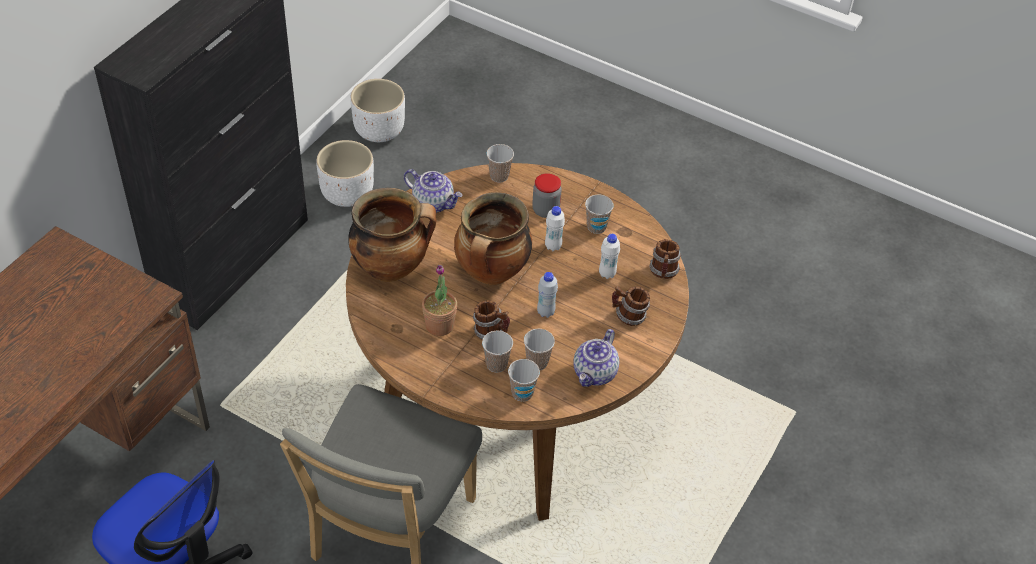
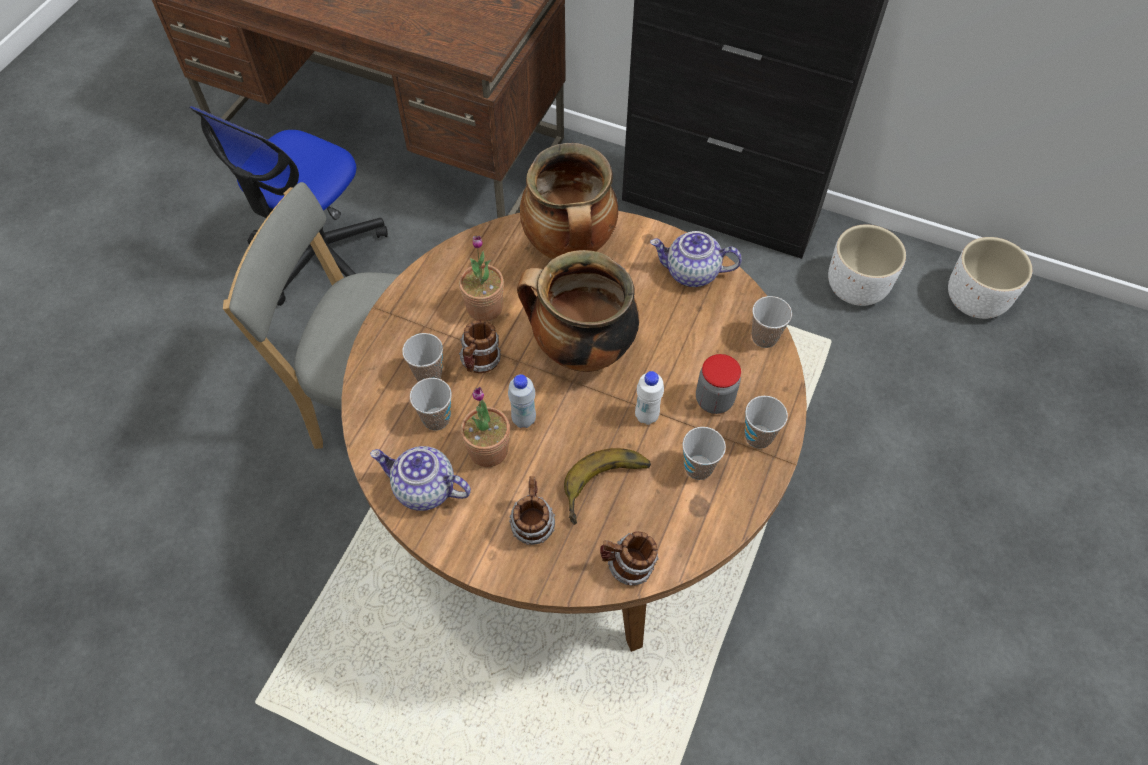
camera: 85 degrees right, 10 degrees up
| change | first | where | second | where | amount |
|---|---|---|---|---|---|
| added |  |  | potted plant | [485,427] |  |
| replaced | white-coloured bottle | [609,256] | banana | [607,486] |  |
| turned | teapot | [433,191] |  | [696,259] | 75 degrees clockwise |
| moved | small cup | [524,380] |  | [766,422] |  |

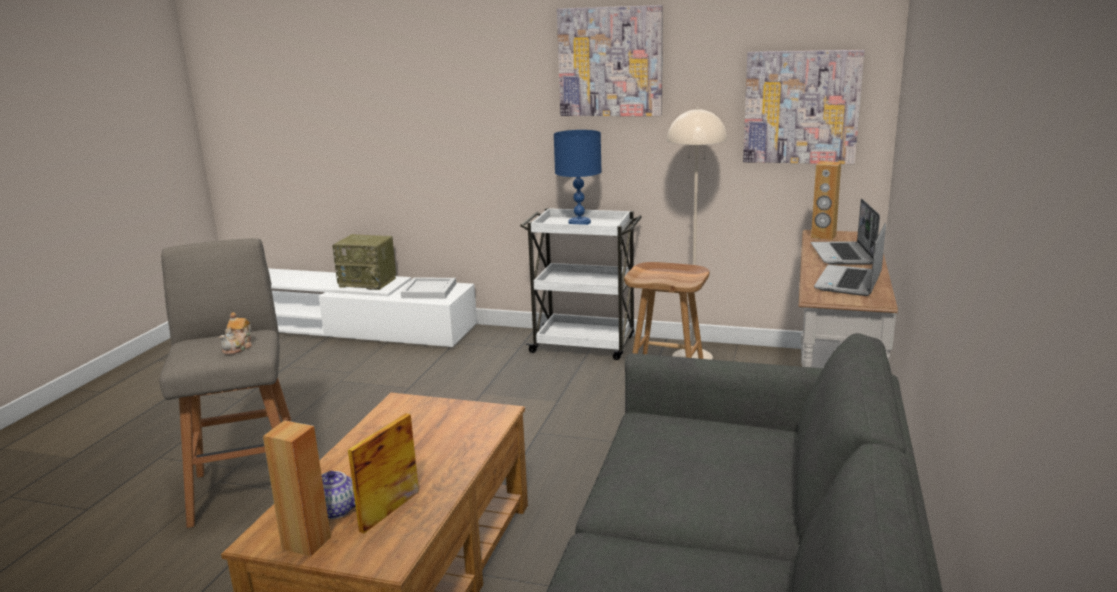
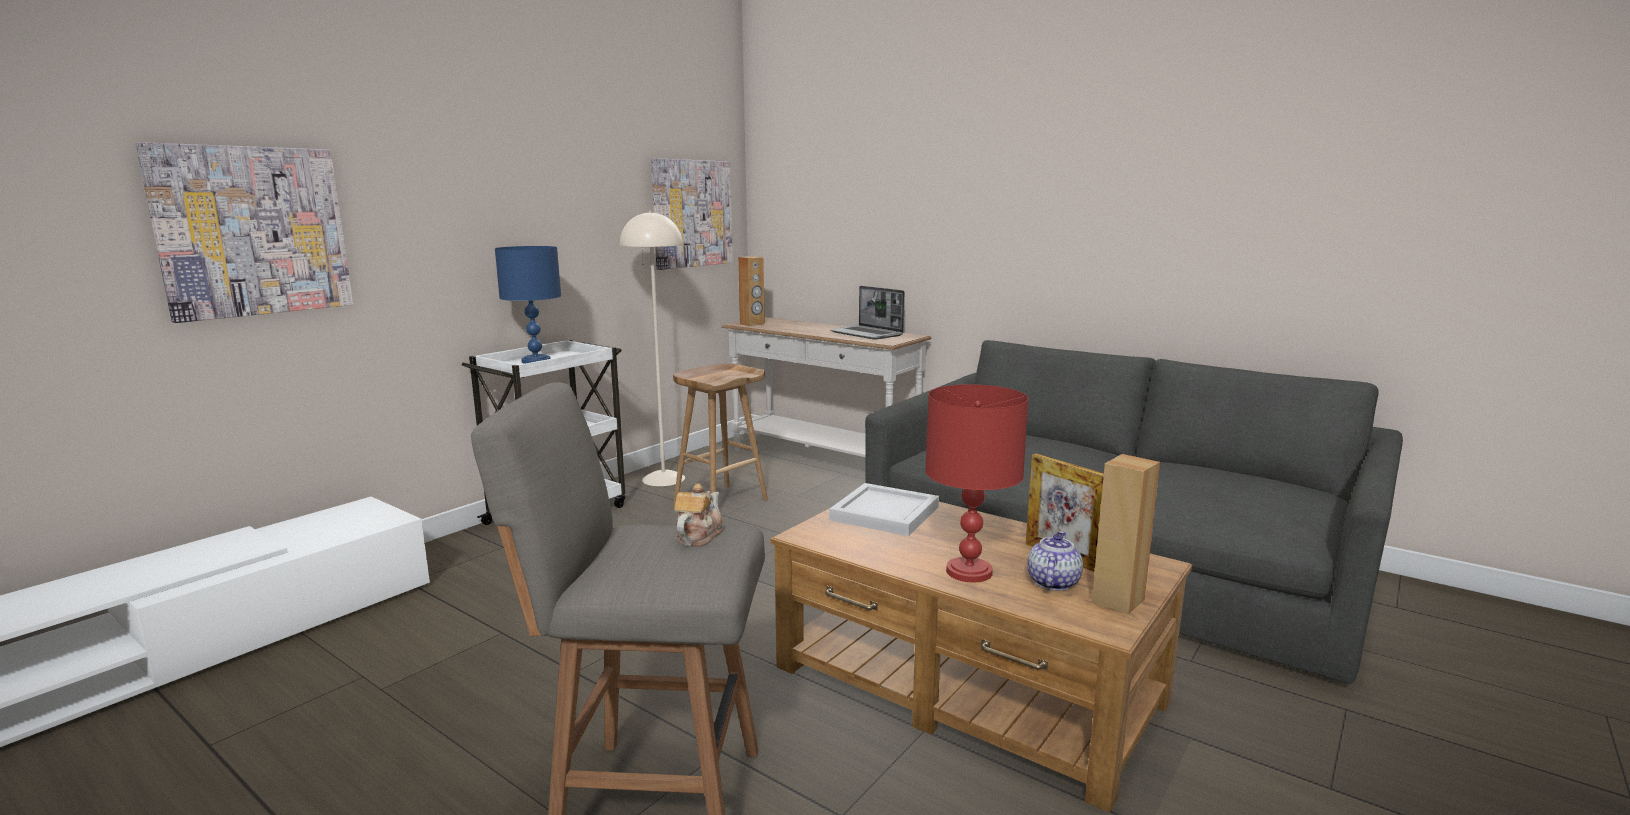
camera: 70 degrees left, 5 degrees down
| change | first | where | second | where | amount |
|---|---|---|---|---|---|
| moved | wall picture | [610,60] |  | [244,232] |  |
| turned | teapot | [235,333] |  | [698,515] | 105 degrees counterclockwise |
| moved | white-coloured serving tray | [428,288] |  | [884,509] |  |
| added |  |  | red lamp for a table | [977,483] |  |
| removed | radio set | [364,262] |  |  |  |
| removed | laptop | [845,232] |  |  |  |

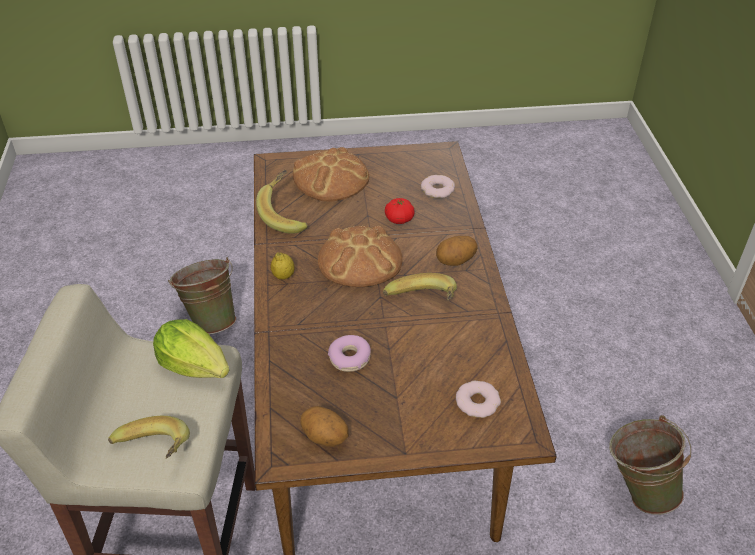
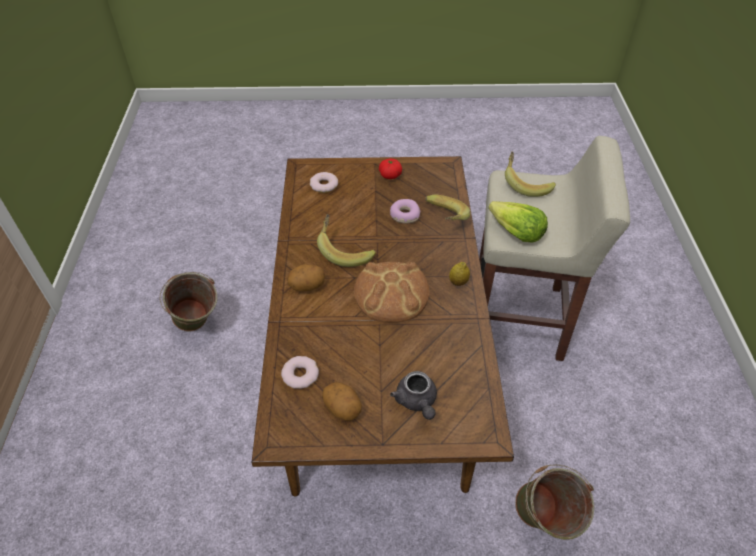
camera: 175 degrees left, 5 degrees up
| change | first | where | second | where | amount |
|---|---|---|---|---|---|
| moved | whole potato | [324,426] |  | [342,401] |  |
| moved | fresh tomato | [400,211] |  | [390,169] |  |
| replaced | bread | [331,174] | gray teapot | [413,395] |  |
| moved | banana | [282,202] |  | [447,207] |  |

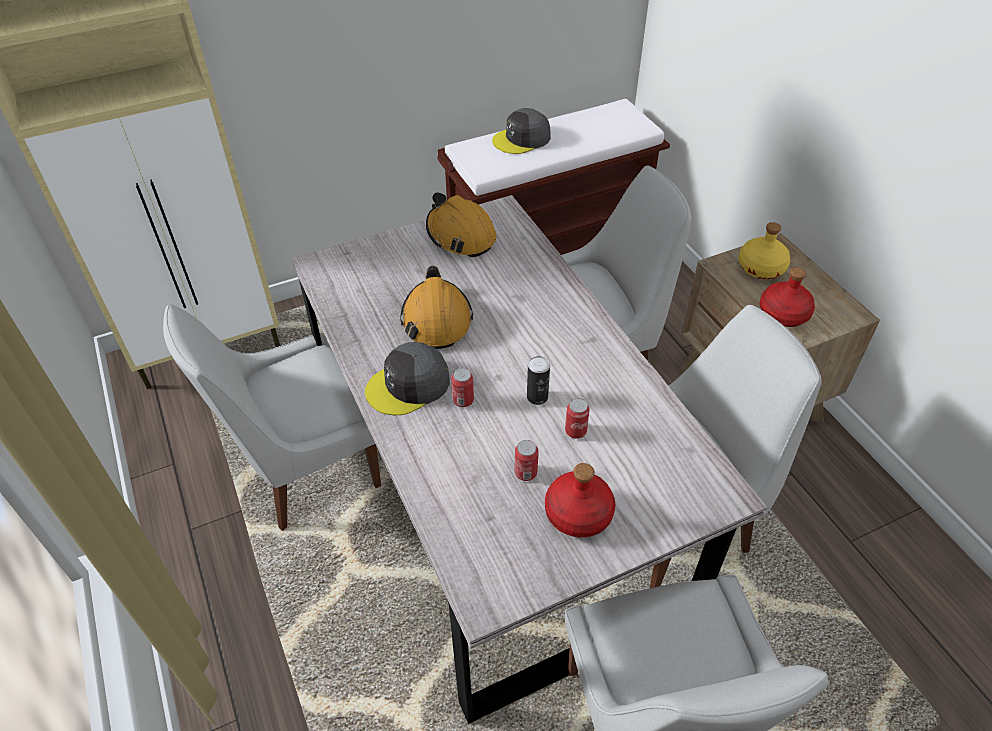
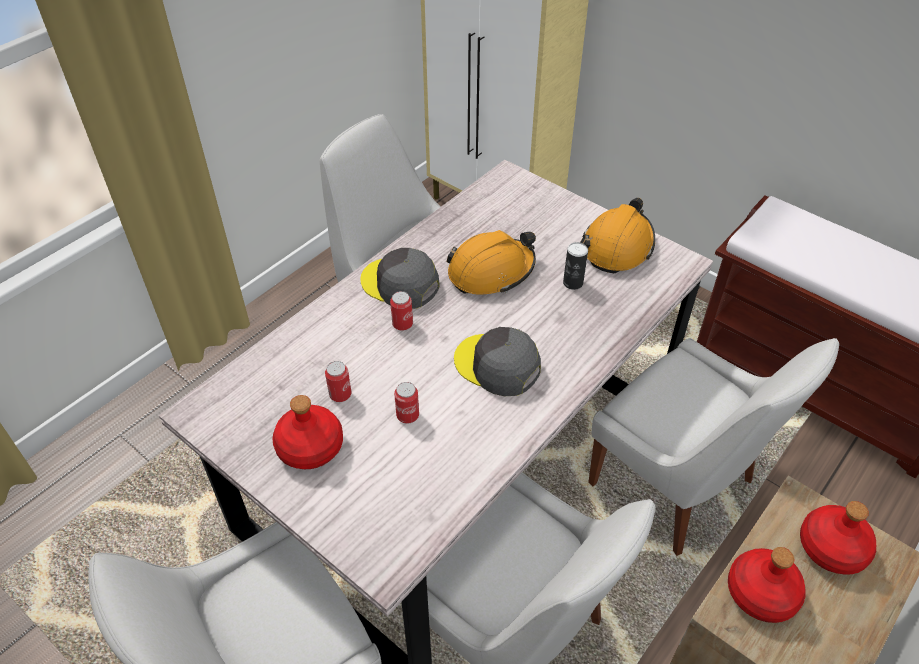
camera: 65 degrees right, 0 degrees up
| change | first | where | second | where | amount |
|---|---|---|---|---|---|
| moved | gray baseball cap | [521,131] |  | [497,361] |  |
| moved | metal can | [538,380] |  | [575,266] |  |
| recoloured | yellow bottle | [764,250] | red bottle | [838,538] |  |

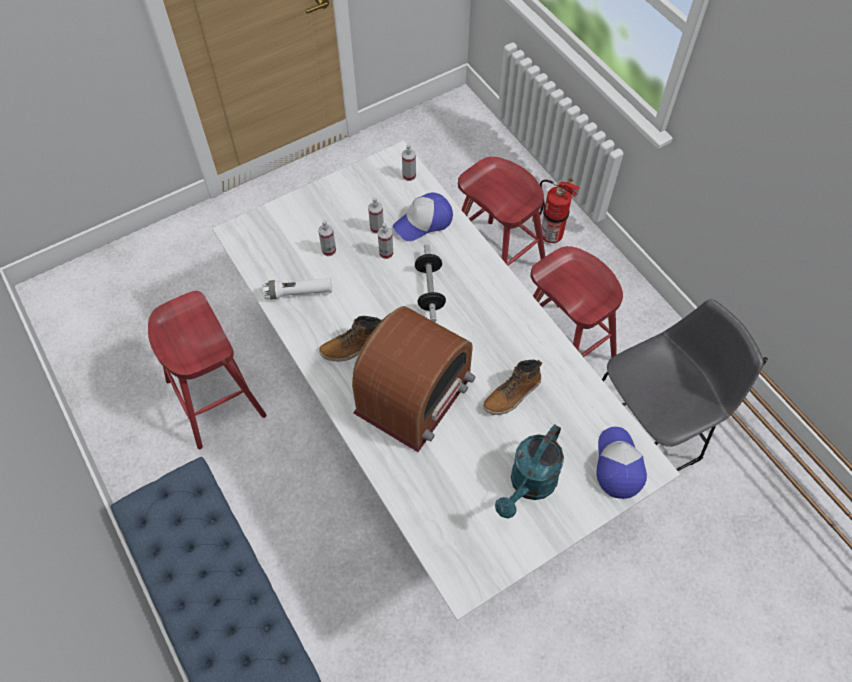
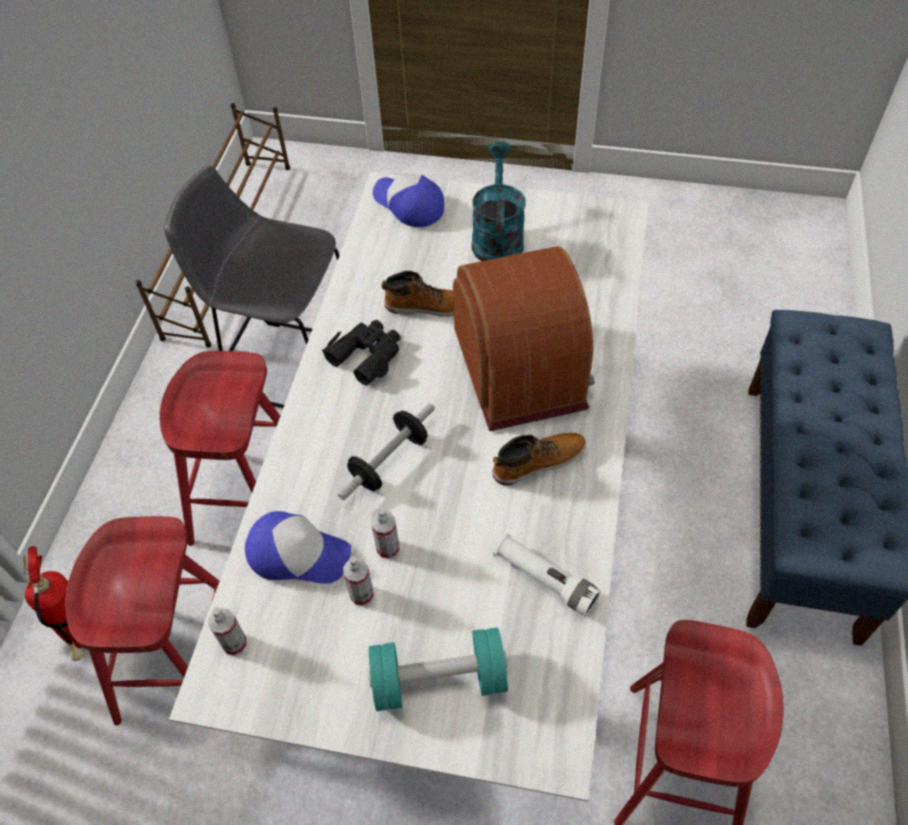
camera: 135 degrees left, 5 degrees down
| change | first | where | second | where | amount |
|---|---|---|---|---|---|
| added |  |  | black-coloured pair of binoculars | [361,353] |  |
| added |  |  | turquoise-coloured dumbbell | [438,669] |  |
| turned | baseball cap | [621,463] |  | [408,200] | 90 degrees clockwise |
| turned | radio set | [414,379] |  | [524,338] | 90 degrees clockwise |
| turned | turquoise-coloured watering pot | [529,471] |  | [499,201] | 75 degrees counterclockwise |
| turned | boot | [351,338] |  | [539,459] | 45 degrees counterclockwise |
| removed | hand sprayer | [327,238] |  |  |  |

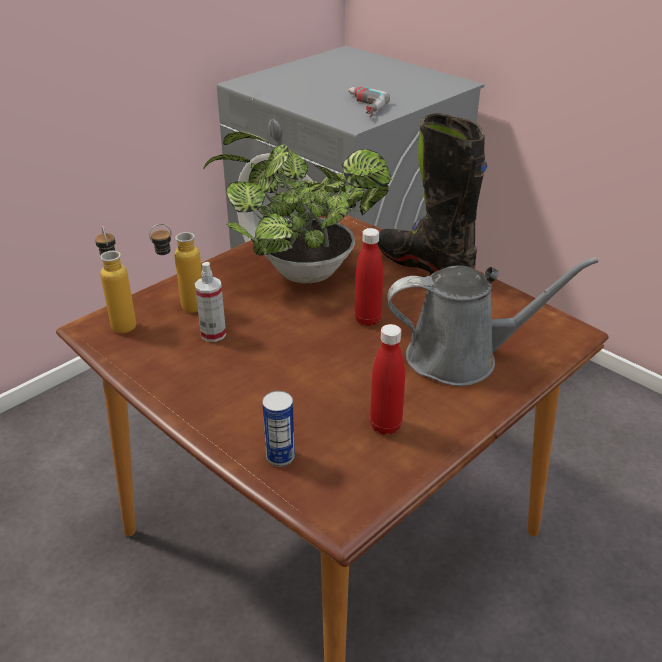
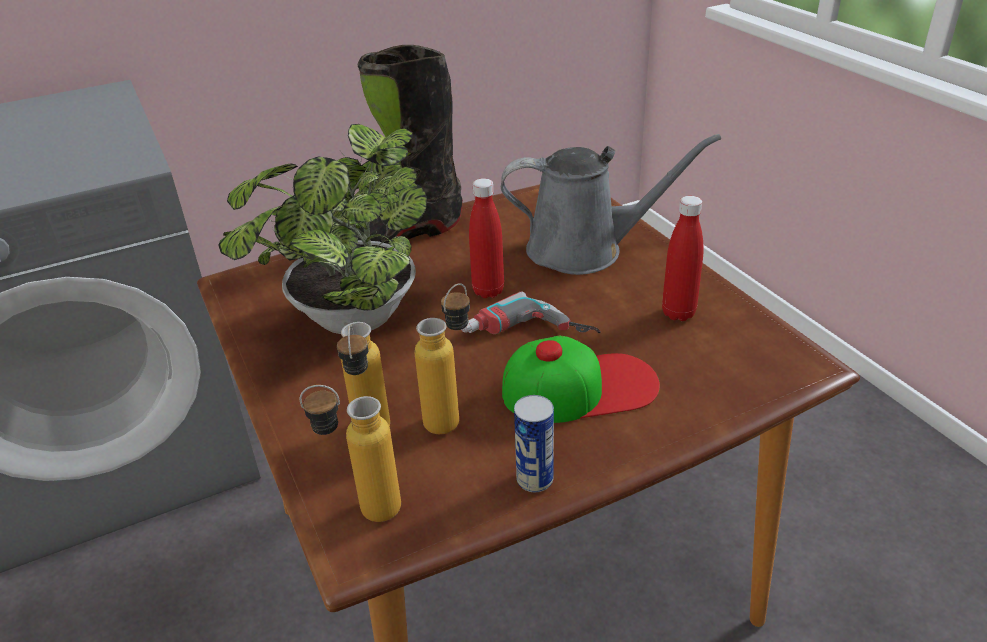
camera: 70 degrees left, 0 degrees up
| change | first | where | second | where | amount |
|---|---|---|---|---|---|
| replaced | hand sprayer | [210,302] | bottle | [442,358] |  |
| moved | drill | [369,101] |  | [531,313] |  |
| turned | gray watering pot | [493,321] |  | [611,204] | 75 degrees clockwise |
| added |  |  | baseball cap | [581,379] |  |
| moved | metal can | [278,429] |  | [534,443] |  |

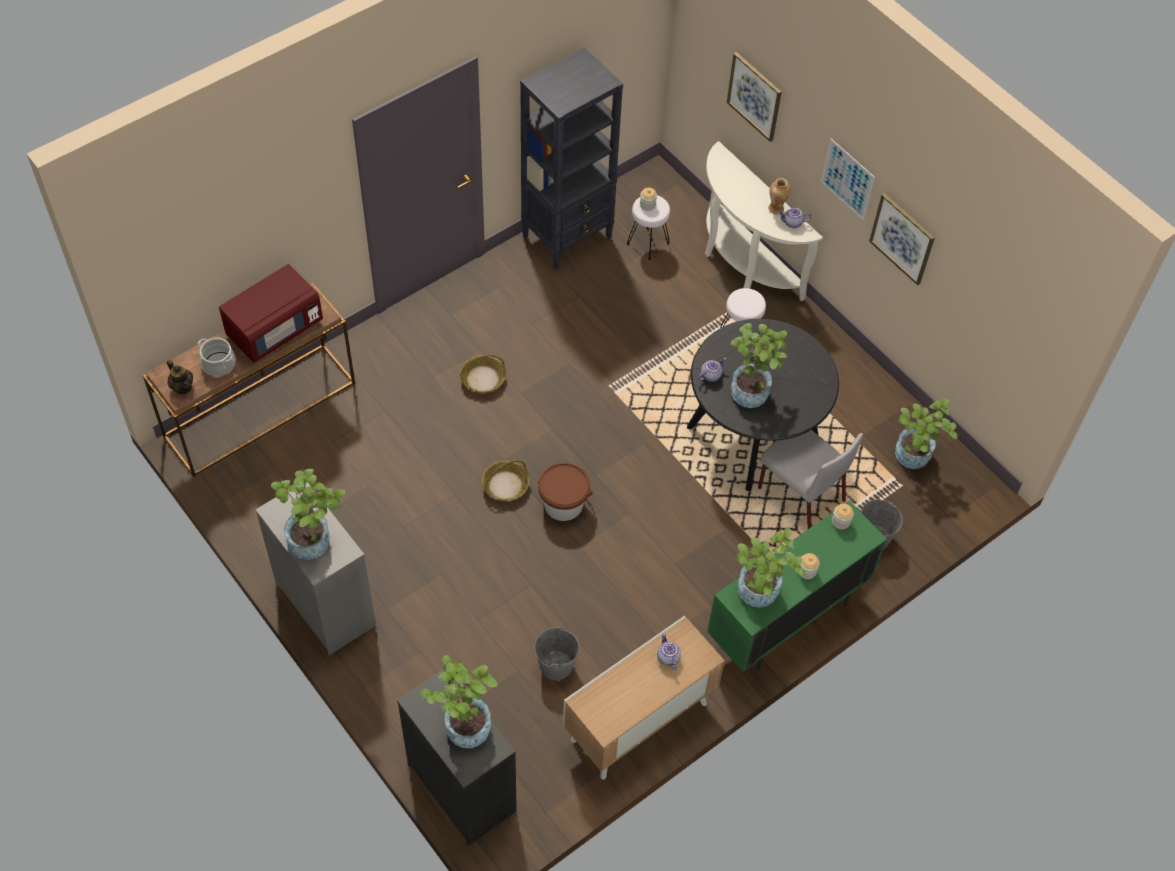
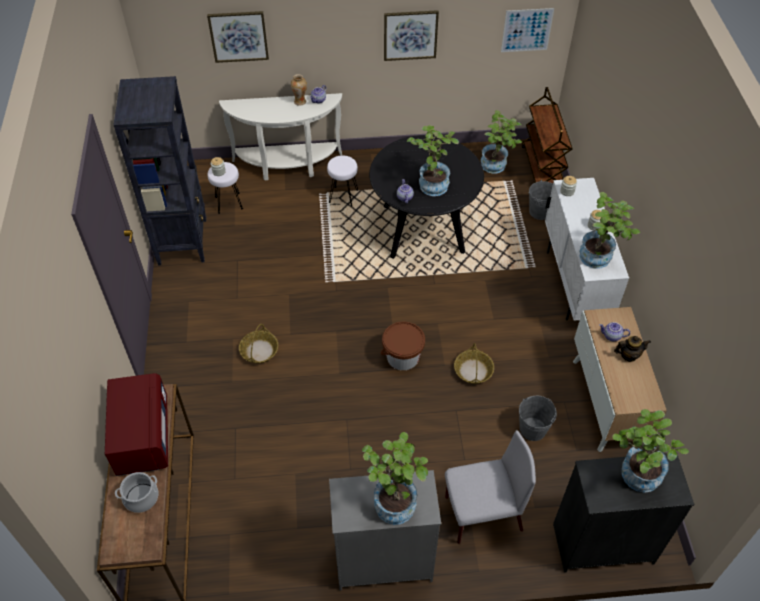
camera: 55 degrees left, 5 degrees down
| change | first | where | second | where | amount |
|---|---|---|---|---|---|
| moved | gray chair | [810,479] |  | [490,487] |  |
| moved | basket | [505,480] |  | [474,363] |  |
| moved | wall picture | [848,179] |  | [527,30] |  |
| added |  |  | brownish wheeled cart | [547,135] |  |
| recoloured | green-coloured storage cabinet | [797,586] | white-coloured storage cabinet | [587,249] |  |
| moved | teapot | [180,377] |  | [632,349] |  |

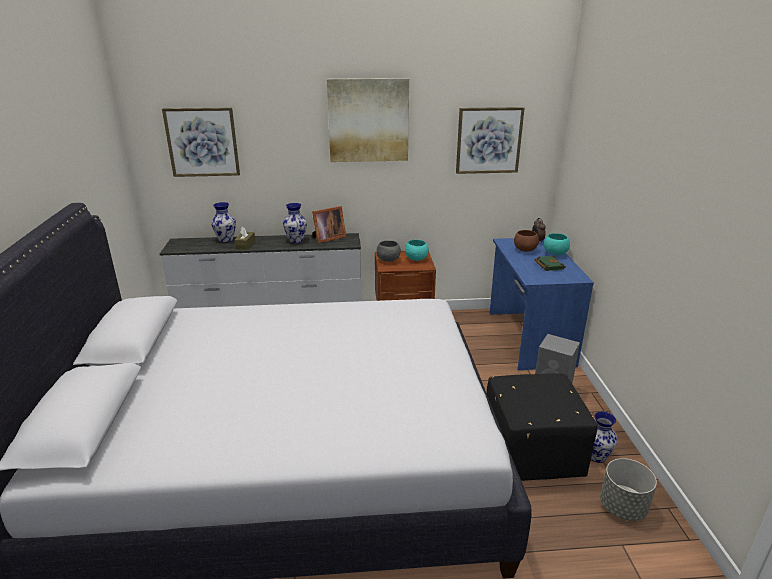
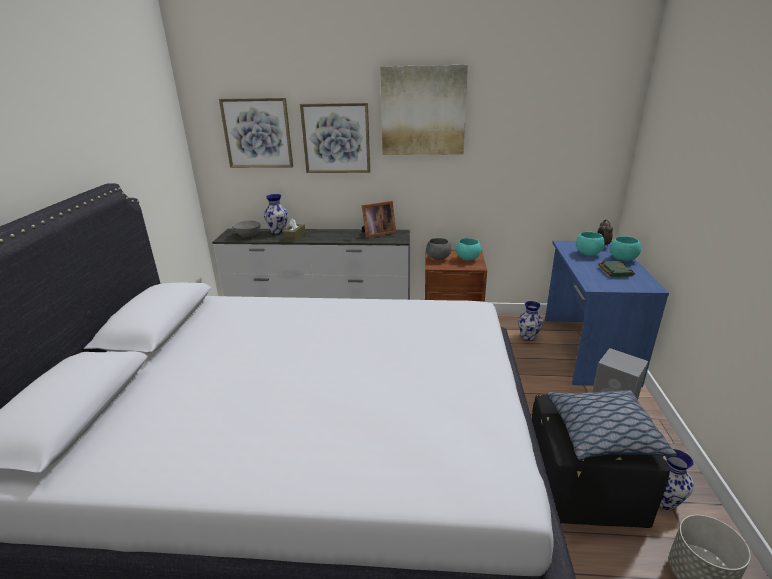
camera: 10 degrees right, 0 degrees up
| change | first | where | second | where | amount |
|---|---|---|---|---|---|
| added |  |  | gray serving bowl | [246,229] |  |
| moved | wall picture | [490,140] |  | [335,138] |  |
| moved | decorative vase | [295,223] |  | [530,321] |  |
| added |  |  | pillow | [612,425] |  |
| recoloured | brownish serving bowl | [526,241] | turquoise-coloured serving bowl | [590,244] |  |

